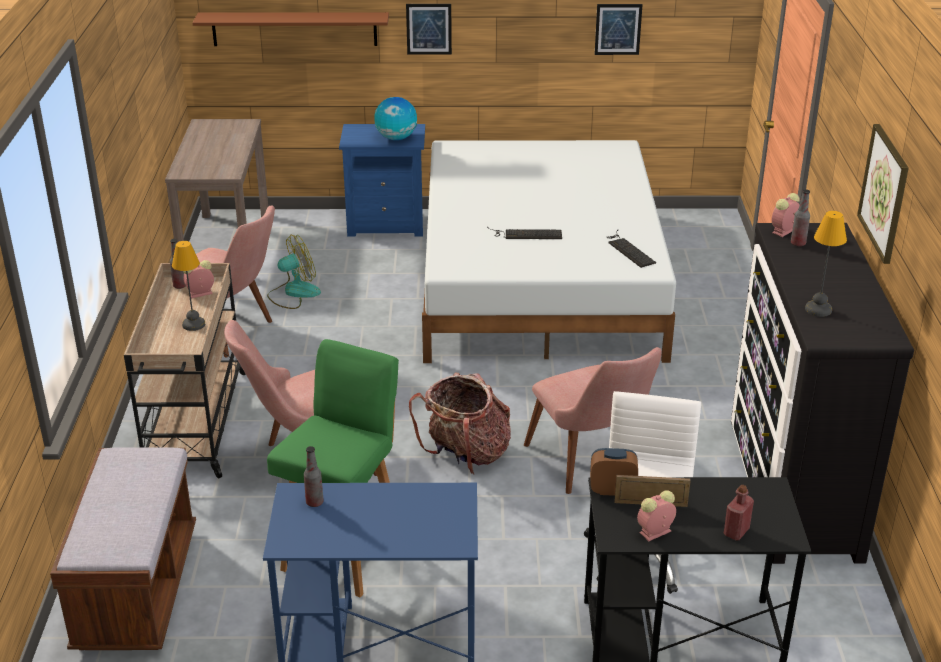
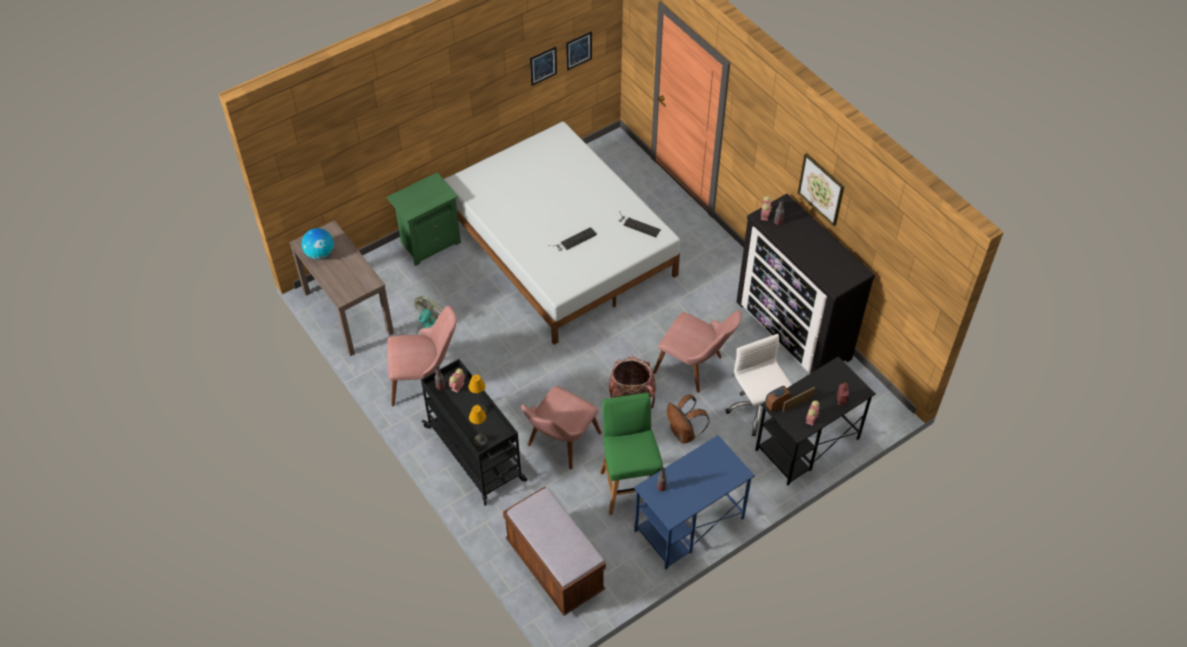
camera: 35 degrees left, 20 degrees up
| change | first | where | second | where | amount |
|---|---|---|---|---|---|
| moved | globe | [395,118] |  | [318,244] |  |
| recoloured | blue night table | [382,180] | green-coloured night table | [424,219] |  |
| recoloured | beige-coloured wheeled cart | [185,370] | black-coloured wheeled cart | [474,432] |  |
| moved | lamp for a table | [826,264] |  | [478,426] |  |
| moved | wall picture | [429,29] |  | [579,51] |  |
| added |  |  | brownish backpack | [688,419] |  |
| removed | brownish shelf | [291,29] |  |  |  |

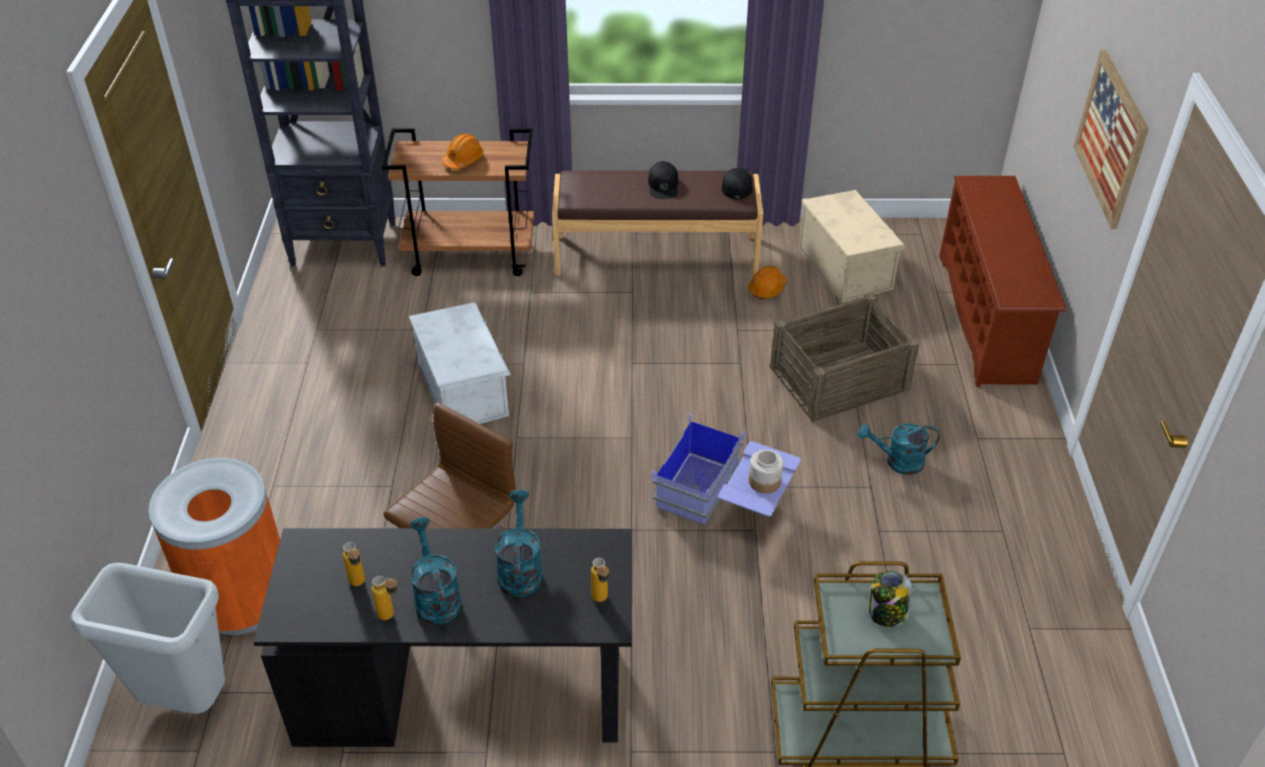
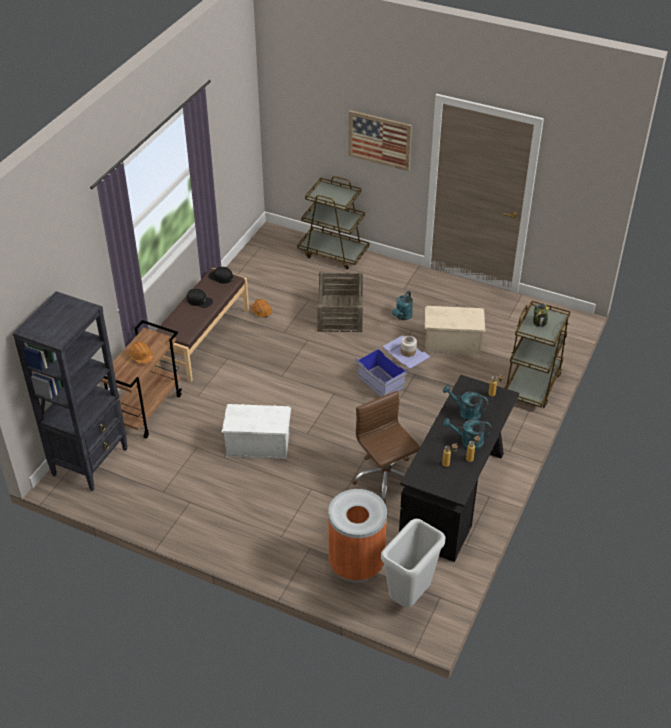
camera: 65 degrees left, 0 degrees up
| change | first | where | second | where | amount |
|---|---|---|---|---|---|
| replaced | brownish shoe shelf | [1002,281] | brownish wheeled cart | [333,222] |  |
| moved | beige-coloured storage container | [852,246] |  | [455,331] |  |

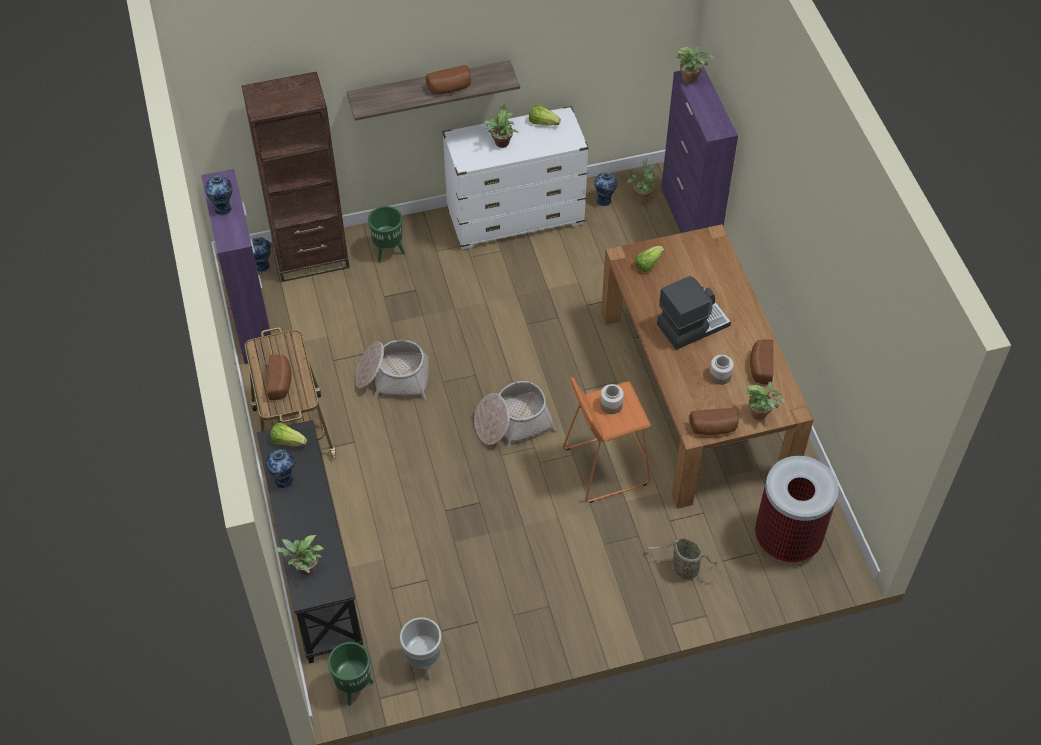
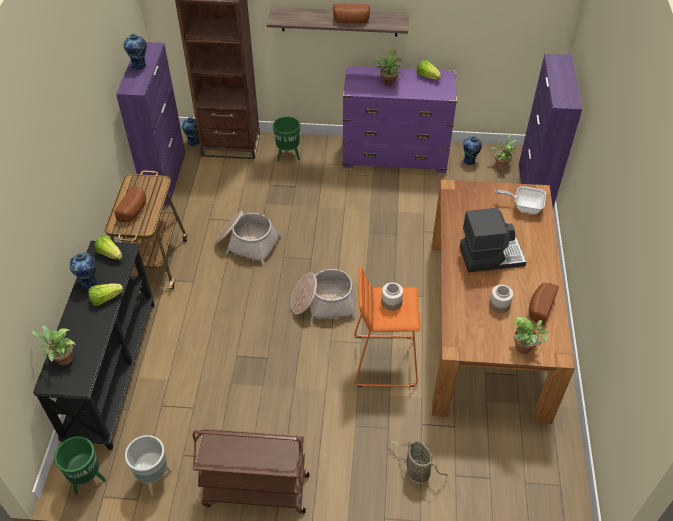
camera: 20 degrees right, 5 degrees down
| change | first | where | second | where | amount |
|---|---|---|---|---|---|
| moved | head of lettuce | [649,259] |  | [105,294] |  |
| added |  |  | brownish wheeled cart | [251,471] |  |
| recoloured | white-coloured chest of drawers | [515,178] | purplish chest of drawers | [399,119] |  |
| added |  |  | skillet | [520,200] |  |
| removed | potted plant | [694,64] |  |  |  |
| removed | bread | [714,421] |  |  |  |
| removed | trash can | [797,509] |  |  |  |

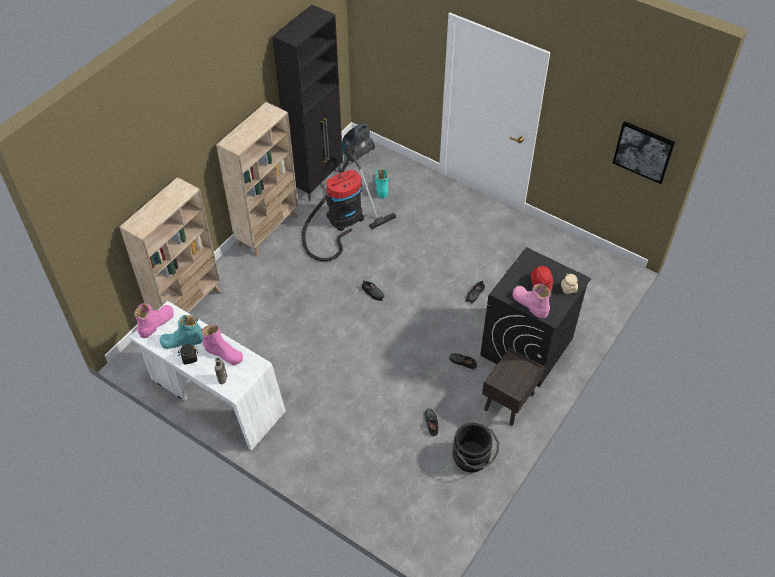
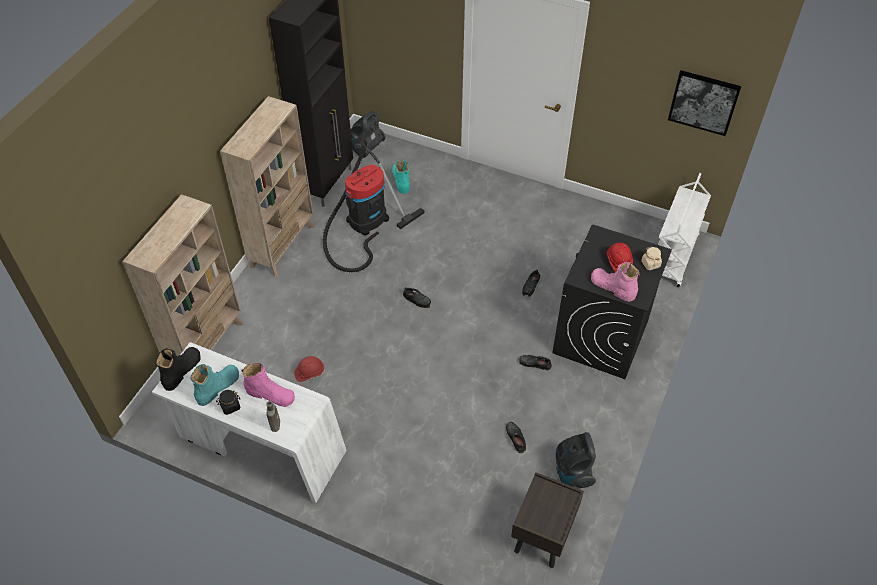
camera: 10 degrees left, 0 degrees up
| change | first | where | second | where | amount |
|---|---|---|---|---|---|
| recoloured | pinkish boot | [154,320] | black-coloured boot | [178,369] |  |
| turned | turquoise-coloured boot | [181,332] |  | [214,385] | 150 degrees clockwise |
| added |  |  | red safety helmet | [309,369] |  |
| moved | brownish night table | [513,386] |  | [547,520] |  |
| replaced | black-coloured pail | [475,448] | vacuum | [576,460] |  |
| added |  |  | white-coloured wheeled cart | [684,230] |  |

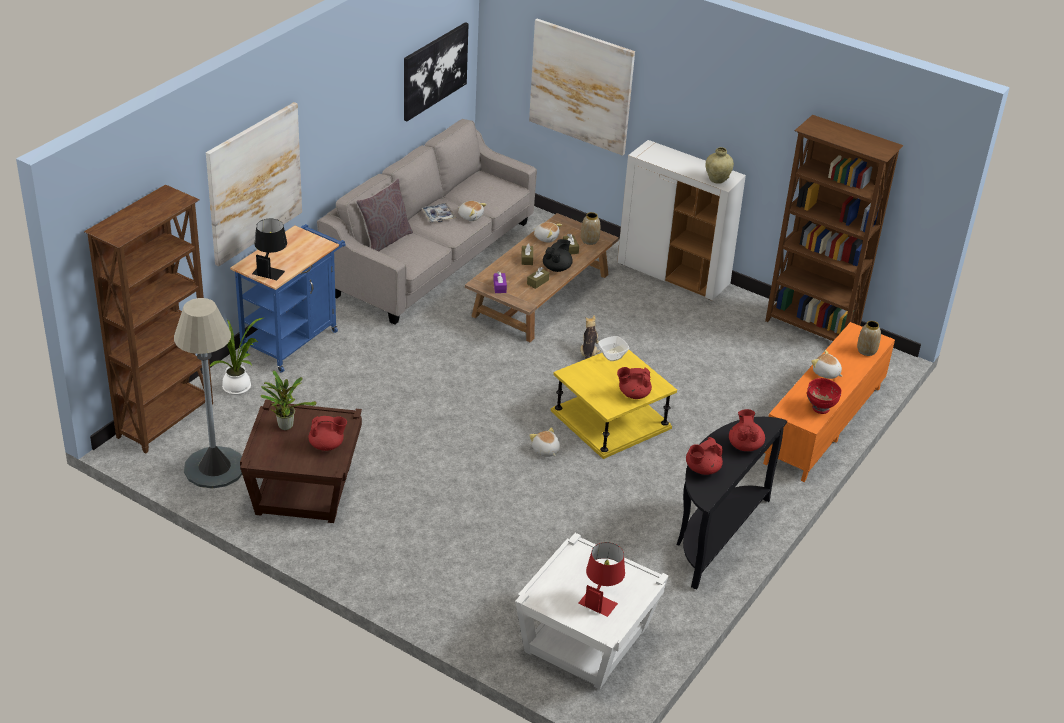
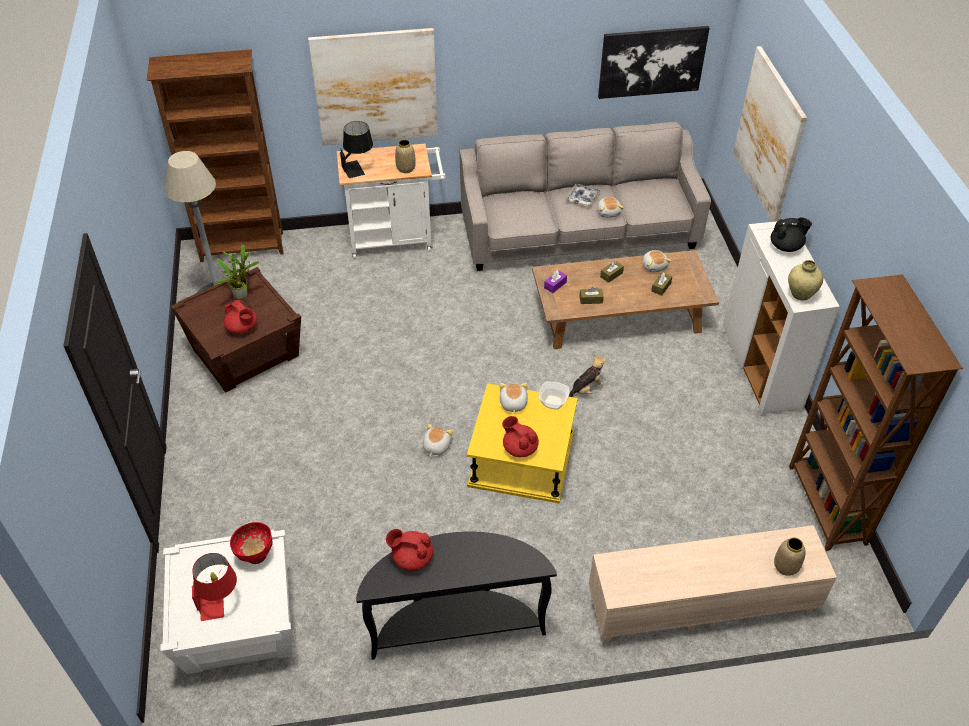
camera: 50 degrees right, 10 degrees up
| change | first | where | second | where | amount |
|---|---|---|---|---|---|
| moved | red serving bowl | [824,396] |  | [251,543] |  |
| recoloured | blue wheeled cart | [288,298] | white-coloured wheeled cart | [391,201] |  |
| moved | decorative vase | [590,228] |  | [405,156] |  |
| moved | soft toy | [826,364] |  | [514,398] |  |
| recoloured | orange-coloured tv stand | [829,402] | beige-coloured tv stand | [713,584] |  |
| moved | black-coloured teapot | [558,255] |  | [791,234] |  |
| removed | potted plant | [236,356] |  |  |  |
| removed | gray pillow | [384,214] |  |  |  |
| removed | red teapot | [747,430] |  |  |  |

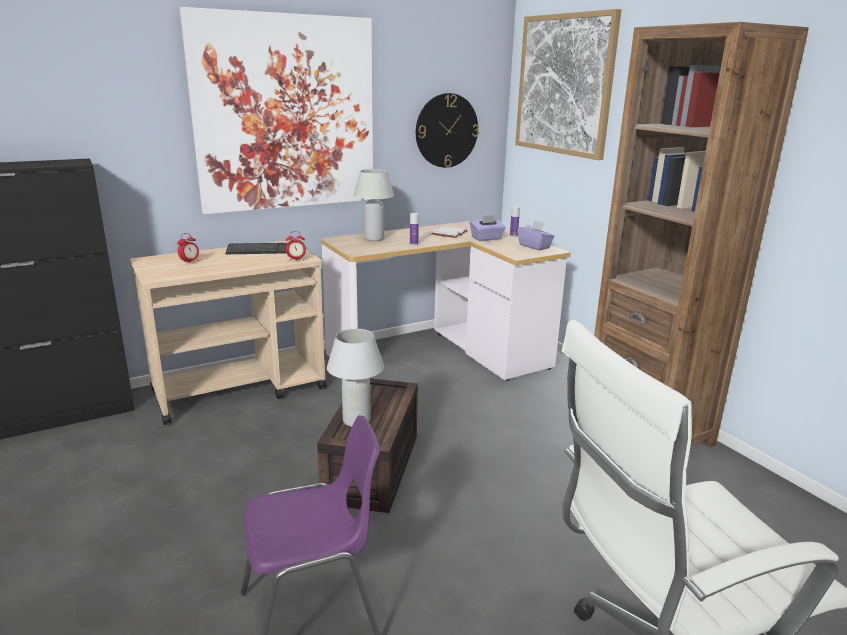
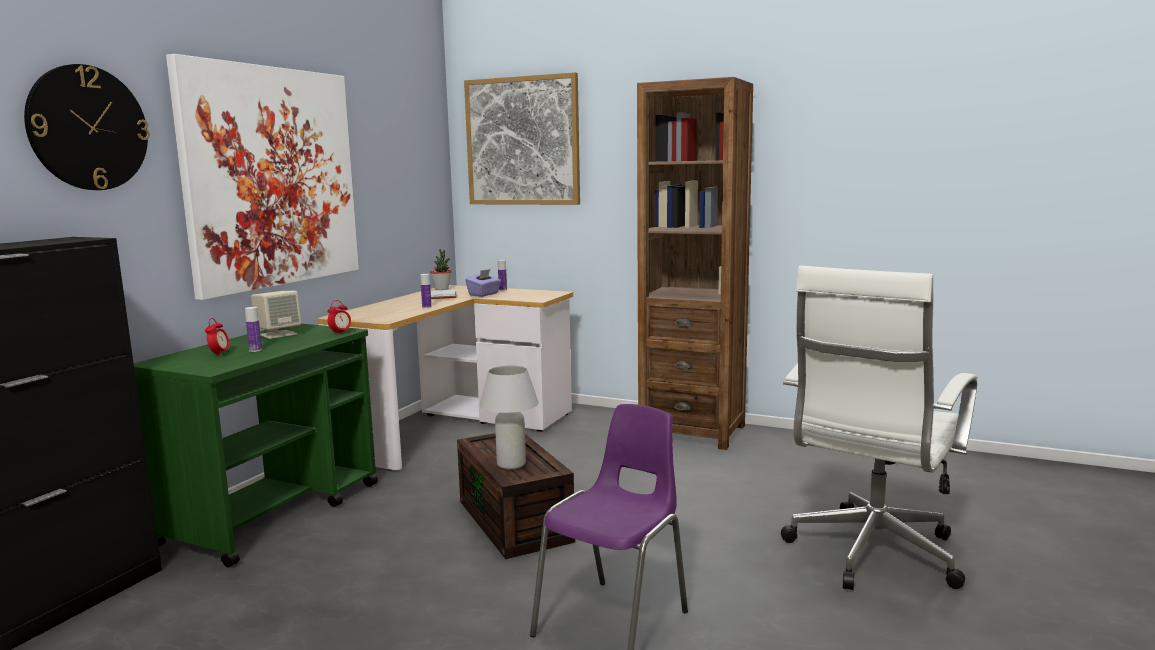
camera: 35 degrees left, 10 degrees down
| change | first | where | second | where | amount |
|---|---|---|---|---|---|
| moved | hanging clock | [447,130] |  | [87,127] |  |
| recoloured | beige-coloured wheeled cart | [228,332] | green-coloured wheeled cart | [256,446] |  |
| added |  |  | bottle | [253,329] |  |
| replaced | computer keyboard | [256,248] | beige-coloured speaker | [276,315] |  |
| added |  |  | potted plant | [440,269] |  |
| removed | white-coloured lamp for a table | [374,205] |  |  |  |
| removed | purplish tissue holder | [536,235] |  |  |  |

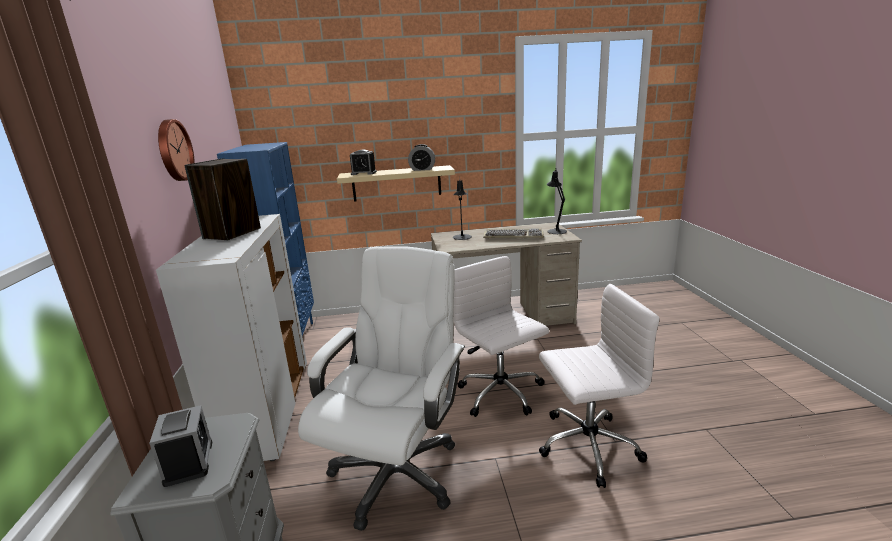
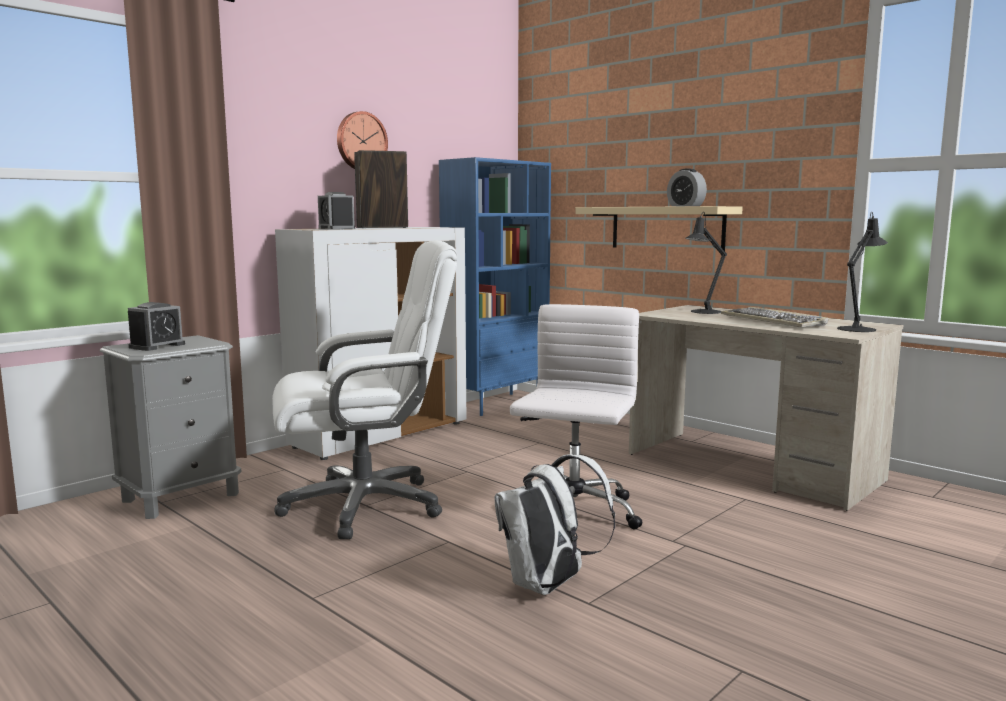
camera: 50 degrees right, 10 degrees down
| change | first | where | second | where | amount |
|---|---|---|---|---|---|
| moved | bedside clock | [363,162] |  | [336,210] |  |
| replaced | white-coloured desk chair | [599,386] | white-coloured backpack | [554,525] |  |

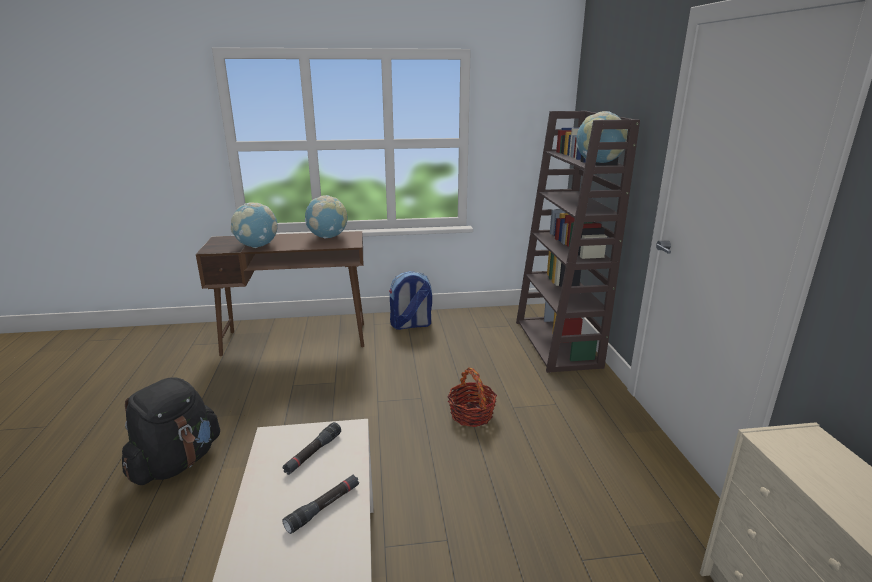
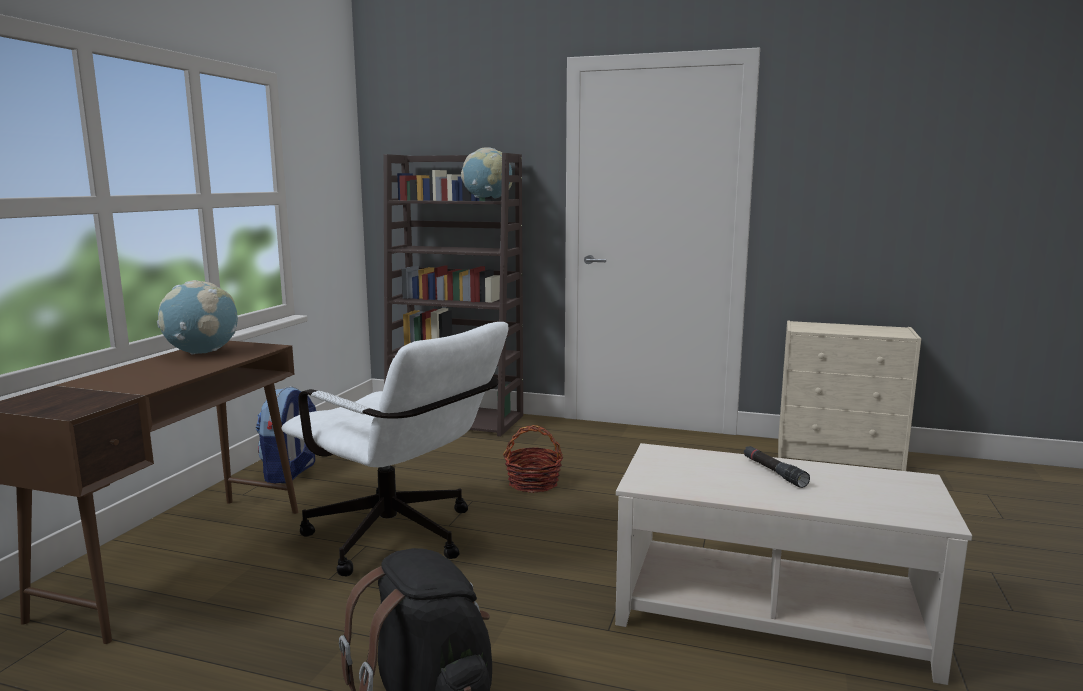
camera: 65 degrees left, 10 degrees down
| change | first | where | second | where | amount |
|---|---|---|---|---|---|
| added |  |  | white-coloured desk chair | [394,449] |  |
| removed | globe | [254,225] |  |  |  |
| removed | black-coloured flashlight | [311,448] |  |  |  |

